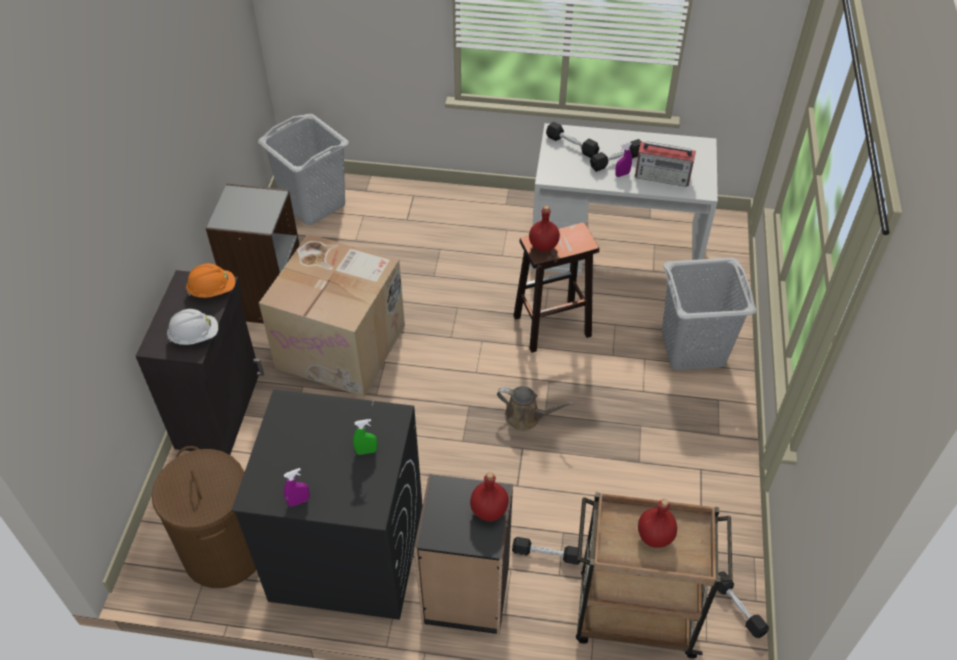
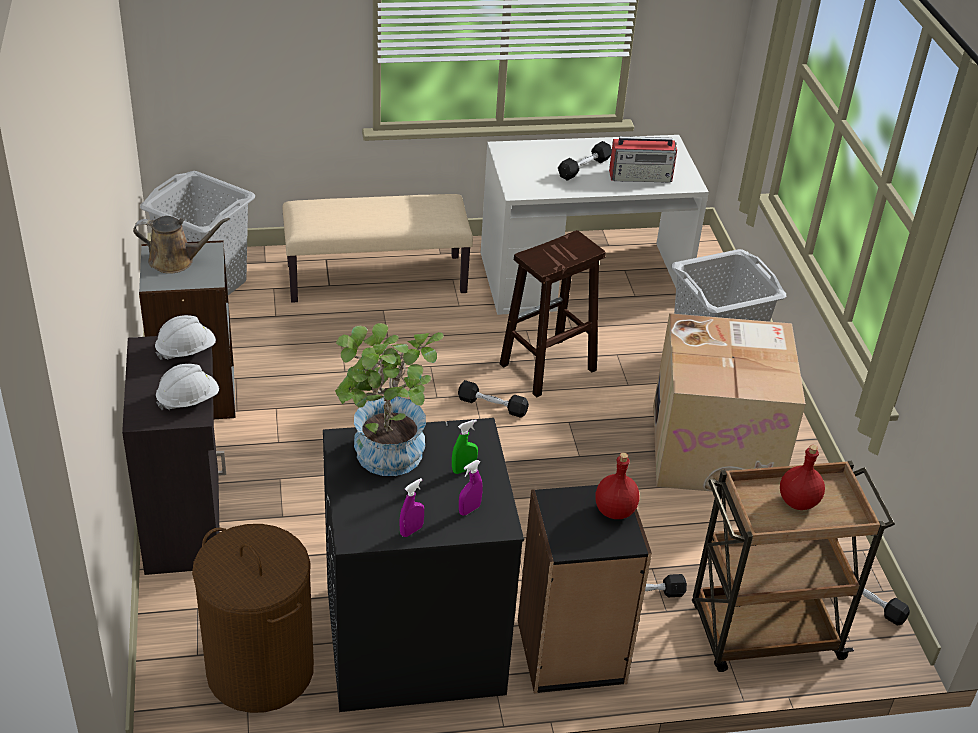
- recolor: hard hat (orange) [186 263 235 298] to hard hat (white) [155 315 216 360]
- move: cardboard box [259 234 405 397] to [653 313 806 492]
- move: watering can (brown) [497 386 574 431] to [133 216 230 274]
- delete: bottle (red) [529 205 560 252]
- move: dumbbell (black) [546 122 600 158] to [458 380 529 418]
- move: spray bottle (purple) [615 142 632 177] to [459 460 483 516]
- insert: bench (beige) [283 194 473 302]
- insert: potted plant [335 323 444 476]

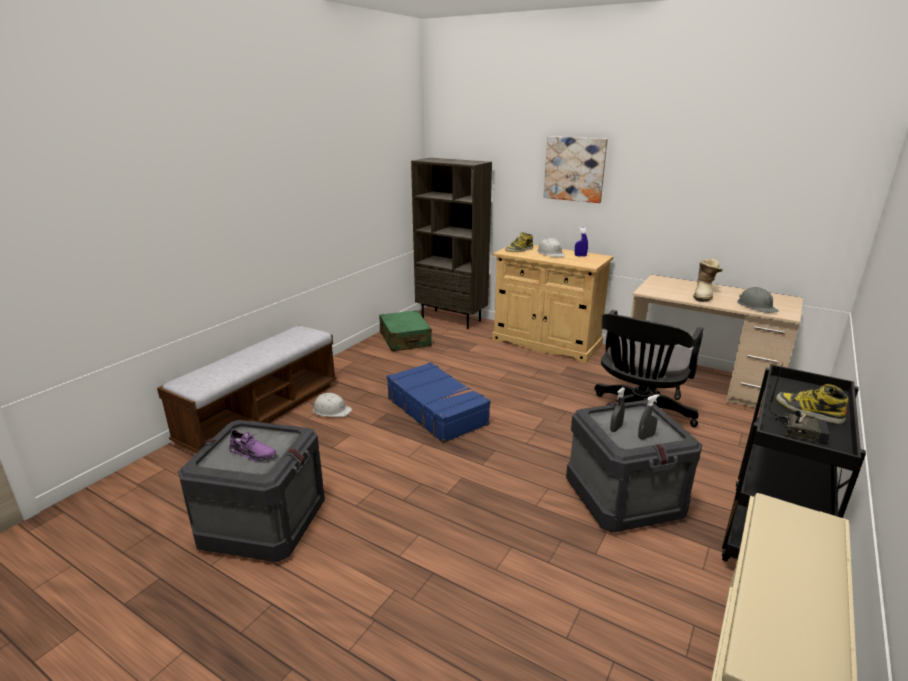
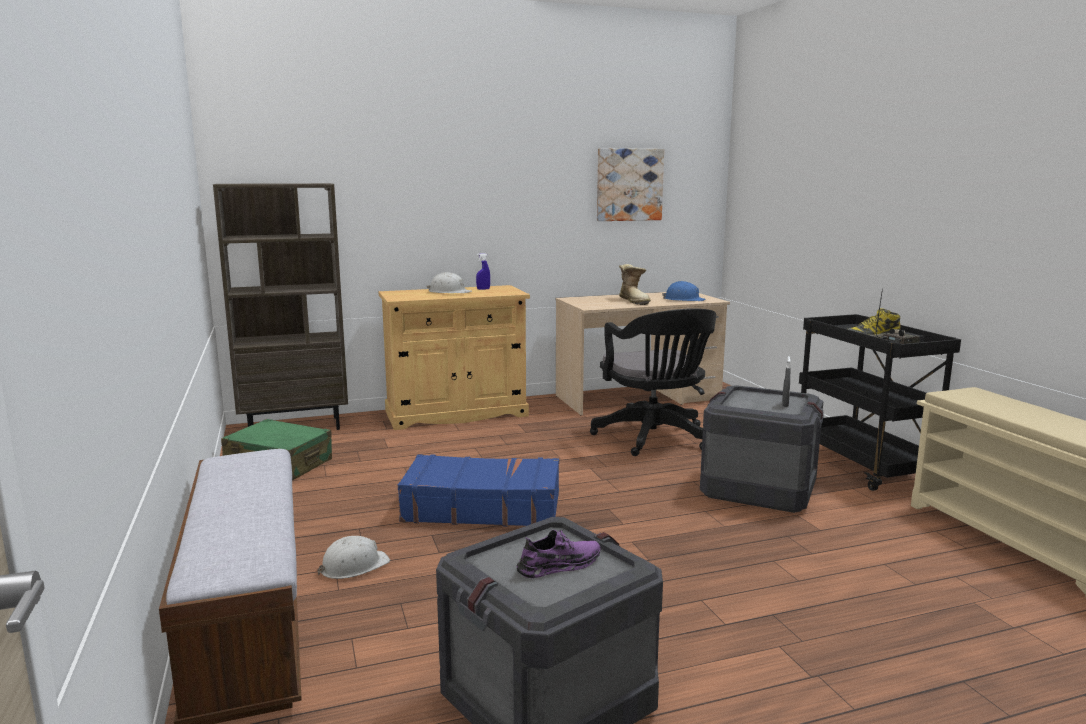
- delete: boot [505 232 533 252]
- move: picture [544 136 608 203] to [597 148 664 221]
- delete: spray bottle (grey) [610 387 625 432]
- recolor: hard hat (grey) [737 287 779 313] to hard hat (blue) [662 281 706 301]

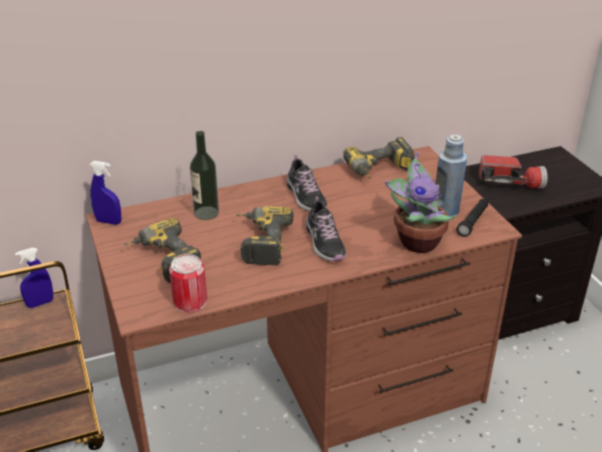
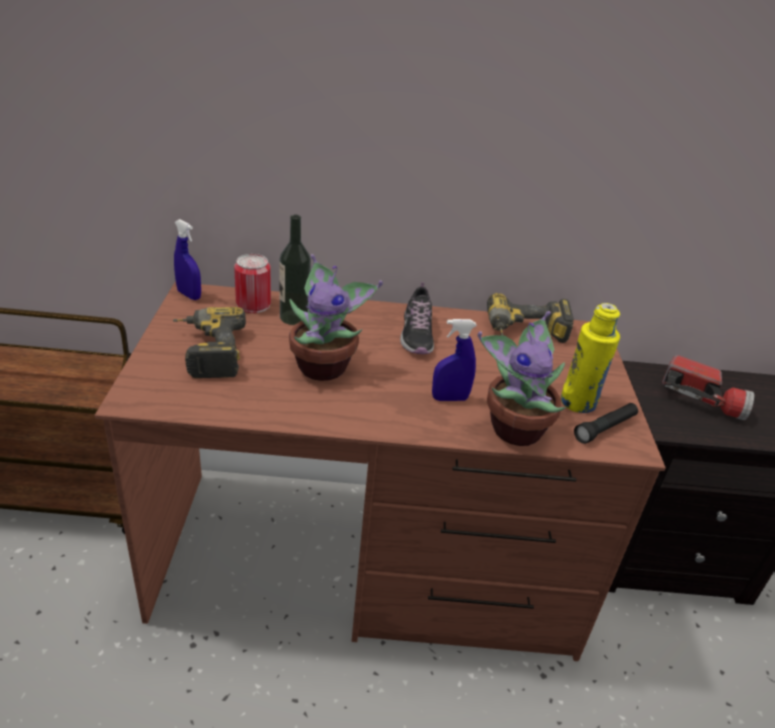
- move: spray bottle (blue) [15 248 53 308] to [432 319 477 401]
- move: can [169 254 207 313] to [234 254 271 313]
- replace: power drill [236 206 294 266] to potted plant [289 254 383 381]
- delete: shoe [306 196 346 261]
- recolor: bottle (blue) [435 134 467 216] to bottle (yellow) [561 303 620 413]

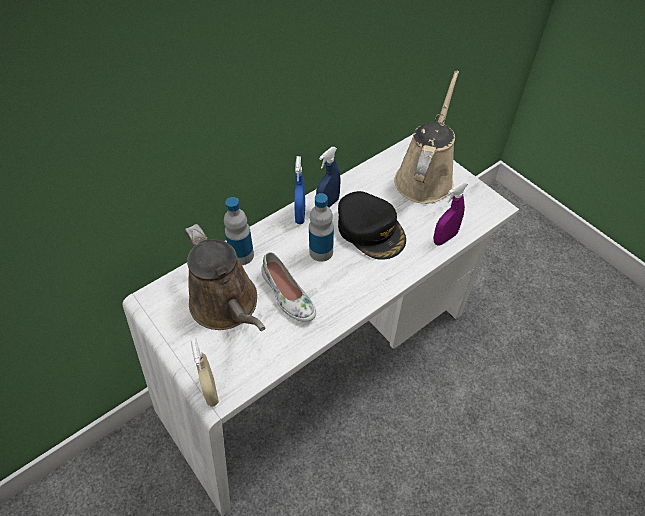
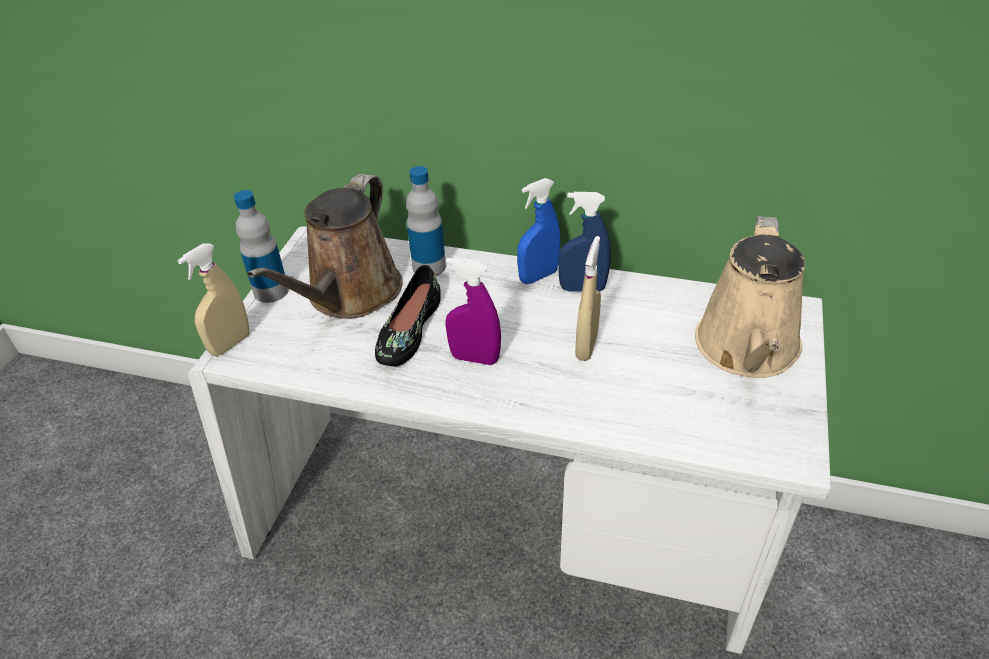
- recolor: shoe (white) [262 252 316 322] to shoe (black) [375 265 441 367]
- move: bottle [309 193 334 262] to [234 190 289 303]
- replace: cap (black) [338 191 406 260] to spray bottle (beige) [575 236 601 361]
- rotate: watering can (beige) [394 70 459 204] = [695 216 805 378] 120 degrees clockwise
- move: spray bottle (purple) [433 182 468 245] to [445 257 501 365]

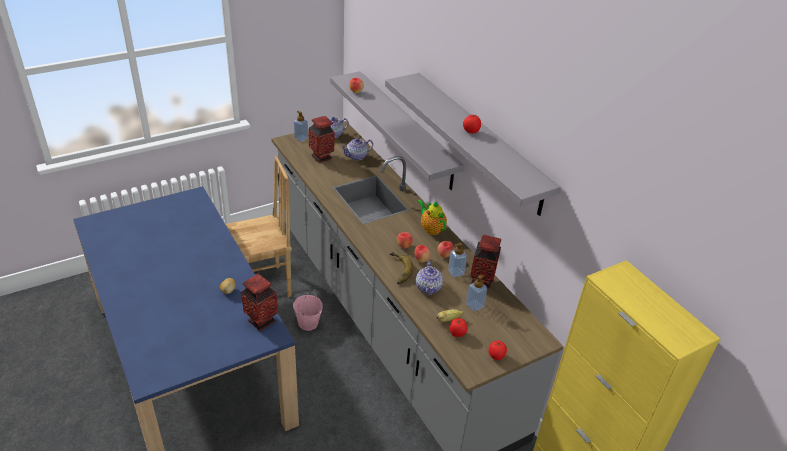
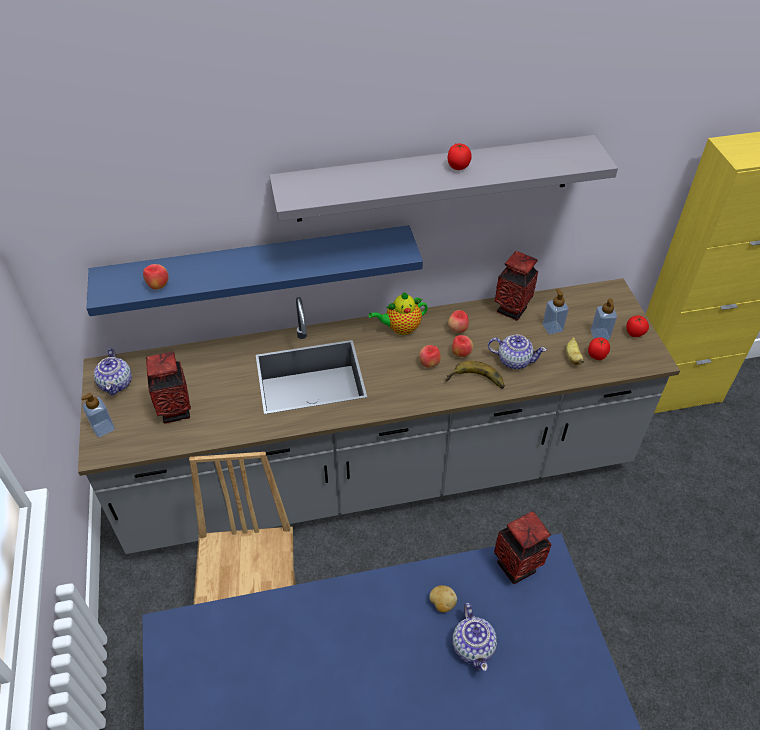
- delete: bucket (pink) [293 292 323 331]
- recolor: shelf (grey) [330 71 464 190] to shelf (blue) [87 225 423 316]
- move: teapot [341 138 373 161] to [453 603 497 671]
- move: soap dispenser [448 243 467 277] to [591 298 617 340]

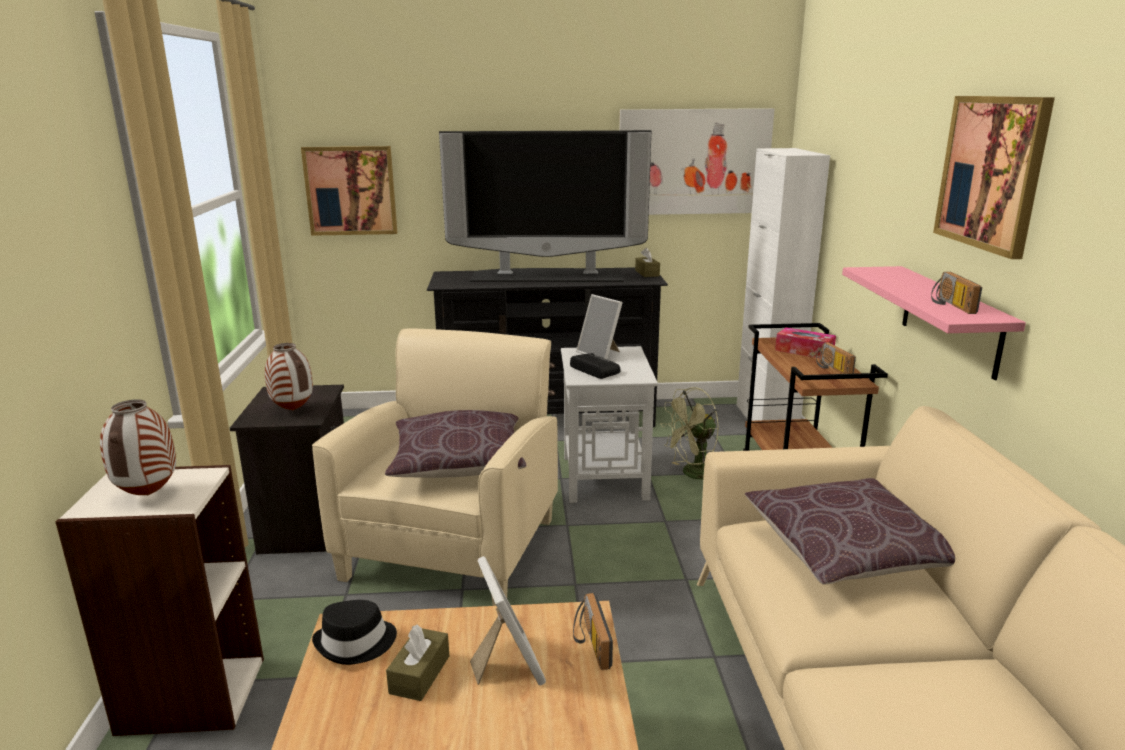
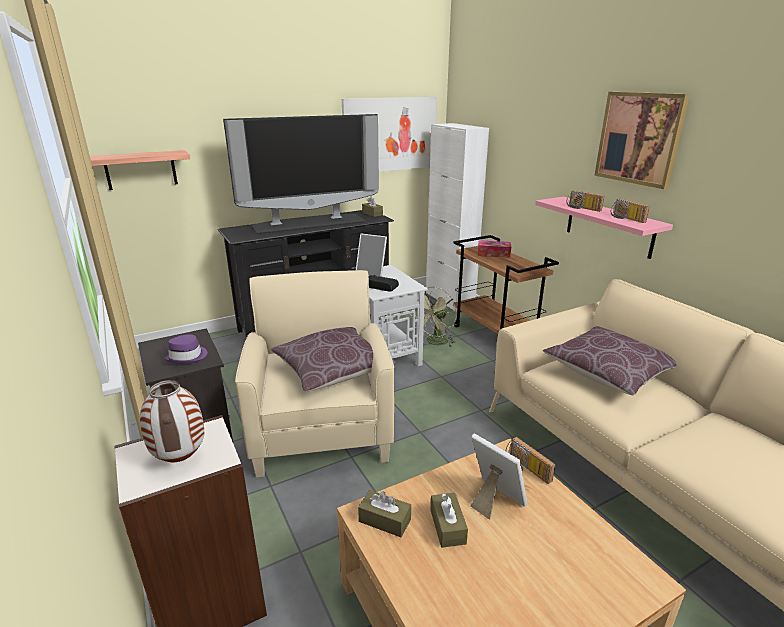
- replace: vase [265 343 313 410] to hat (purple) [164 334 207 364]
- replace: picture [301 146 397 236] to shelf [90 150 190 190]
- replace: hat (black) [312 600 397 665] to tissue box (brown) [358 490 411 537]
- move: radio [816 342 856 374] to [567 190 604 212]

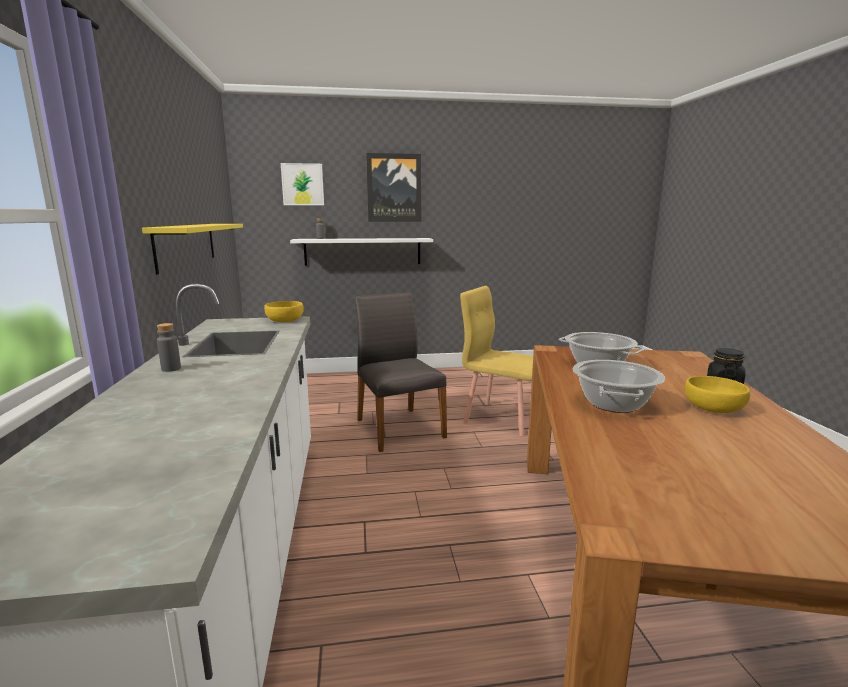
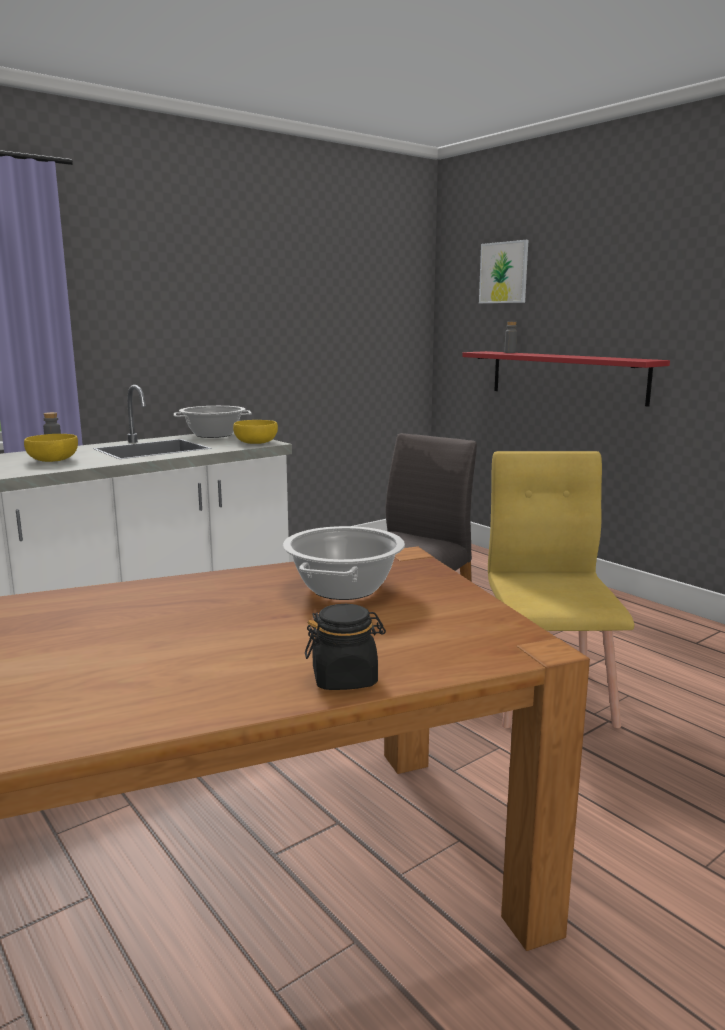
- delete: shelf (yellow) [142 224 243 274]
- recolor: shelf (white) [290 238 433 266] to shelf (red) [462 351 670 407]
- delete: picture [366 153 421 222]
- move: cooking pot [573 360 665 413] to [174 406 252 438]
- move: bowl (yellow) [685 376 750 413] to [24 434 78 462]

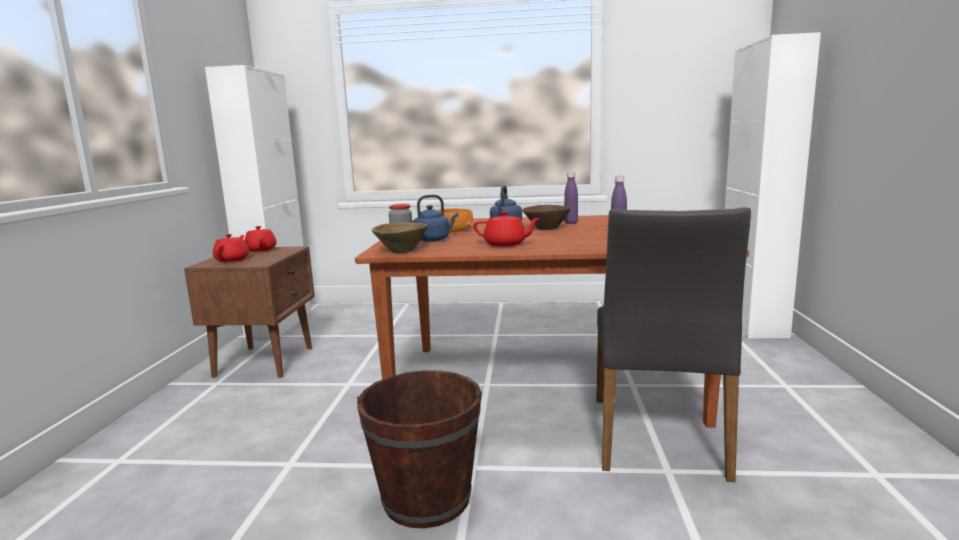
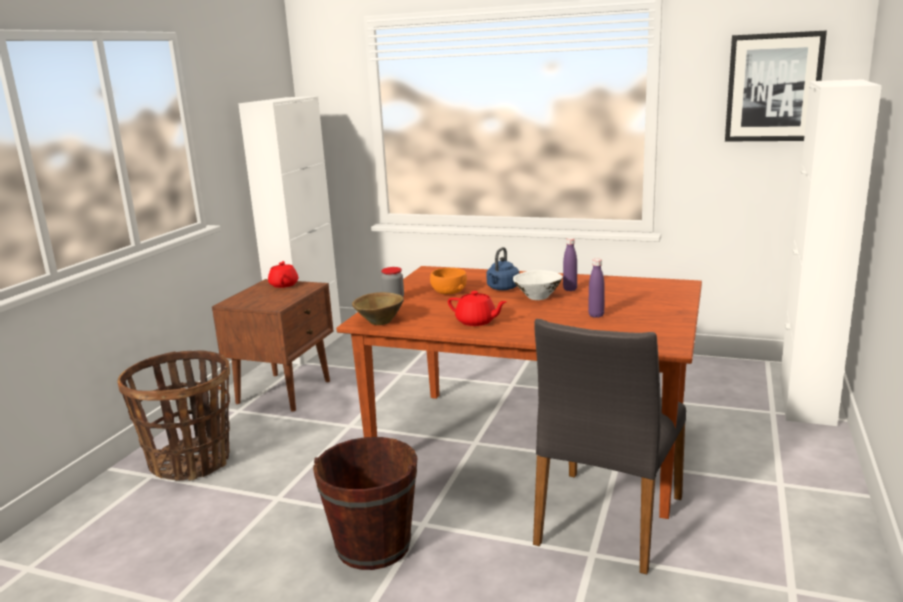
- delete: teapot (red) [213 234 249 262]
- delete: kettle (blue) [413 195 458 242]
- recolor: bowl (brown) [522 205 571 230] to bowl (white) [513 270 563 300]
- insert: basket [117 351 230 481]
- insert: picture [725 30 827 142]

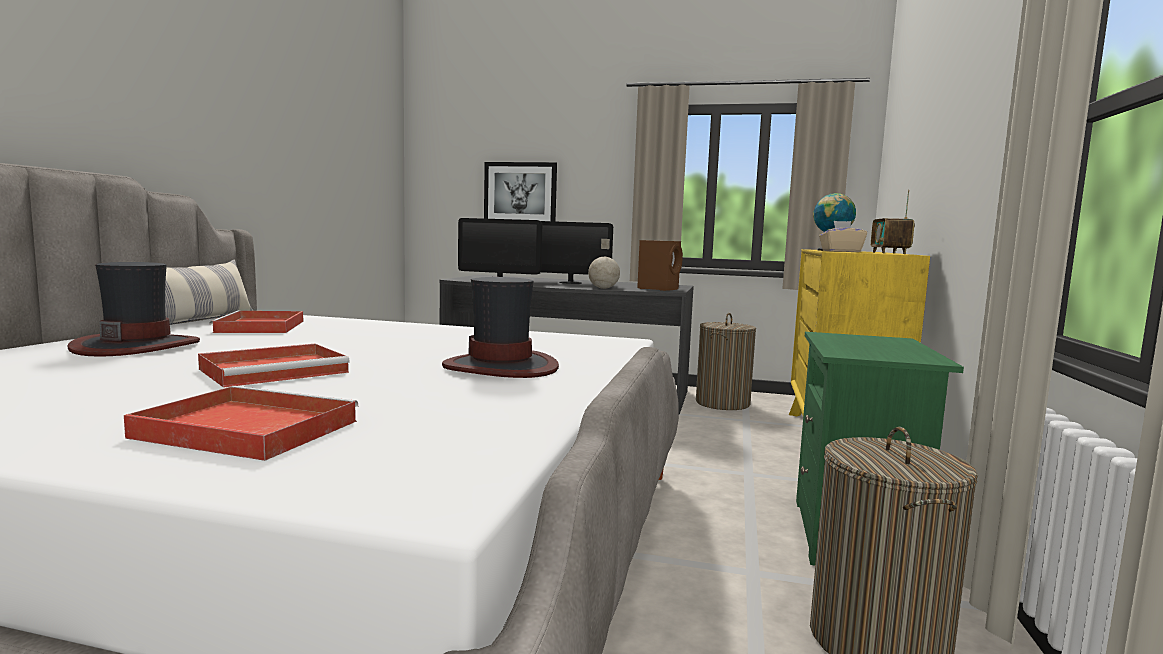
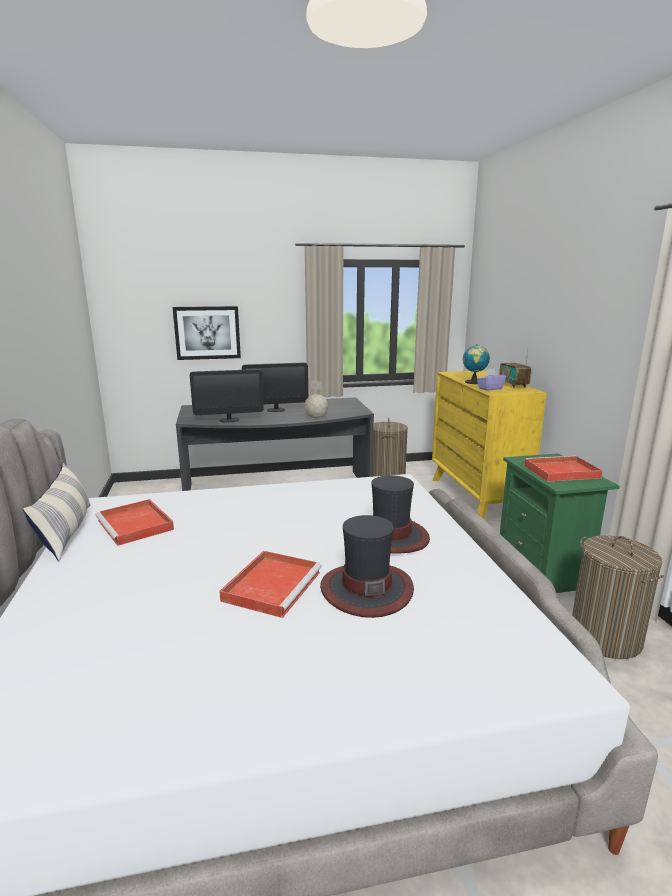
- move: hat [67 262 200 357] to [320 515 414 618]
- move: tray (red) [124 386 359 461] to [524 456 603 482]
- delete: speaker (brown) [637 240 683 291]
- recolor: tissue box (beige) [819 221 867 252] to tissue box (purple) [477 369 506 391]

